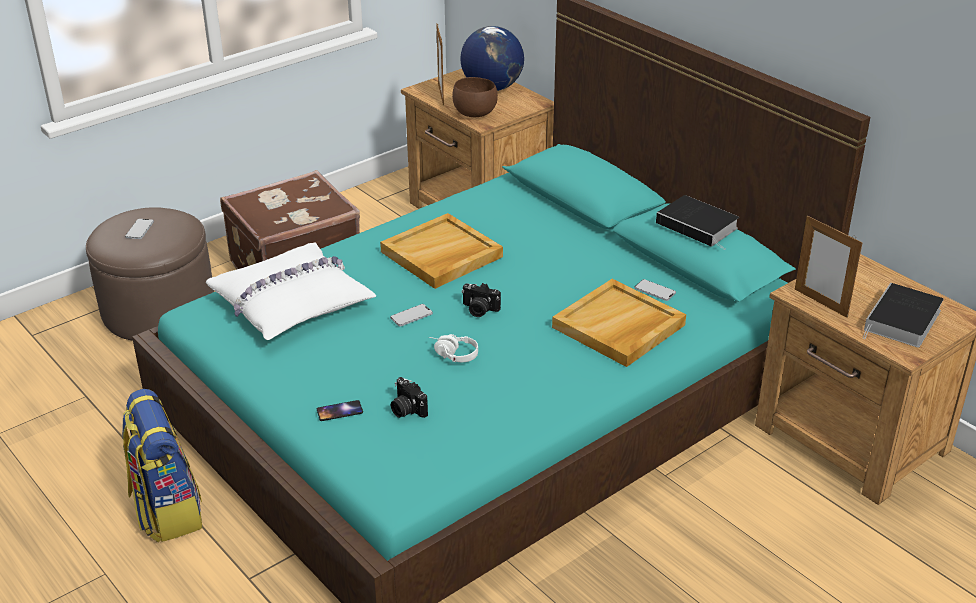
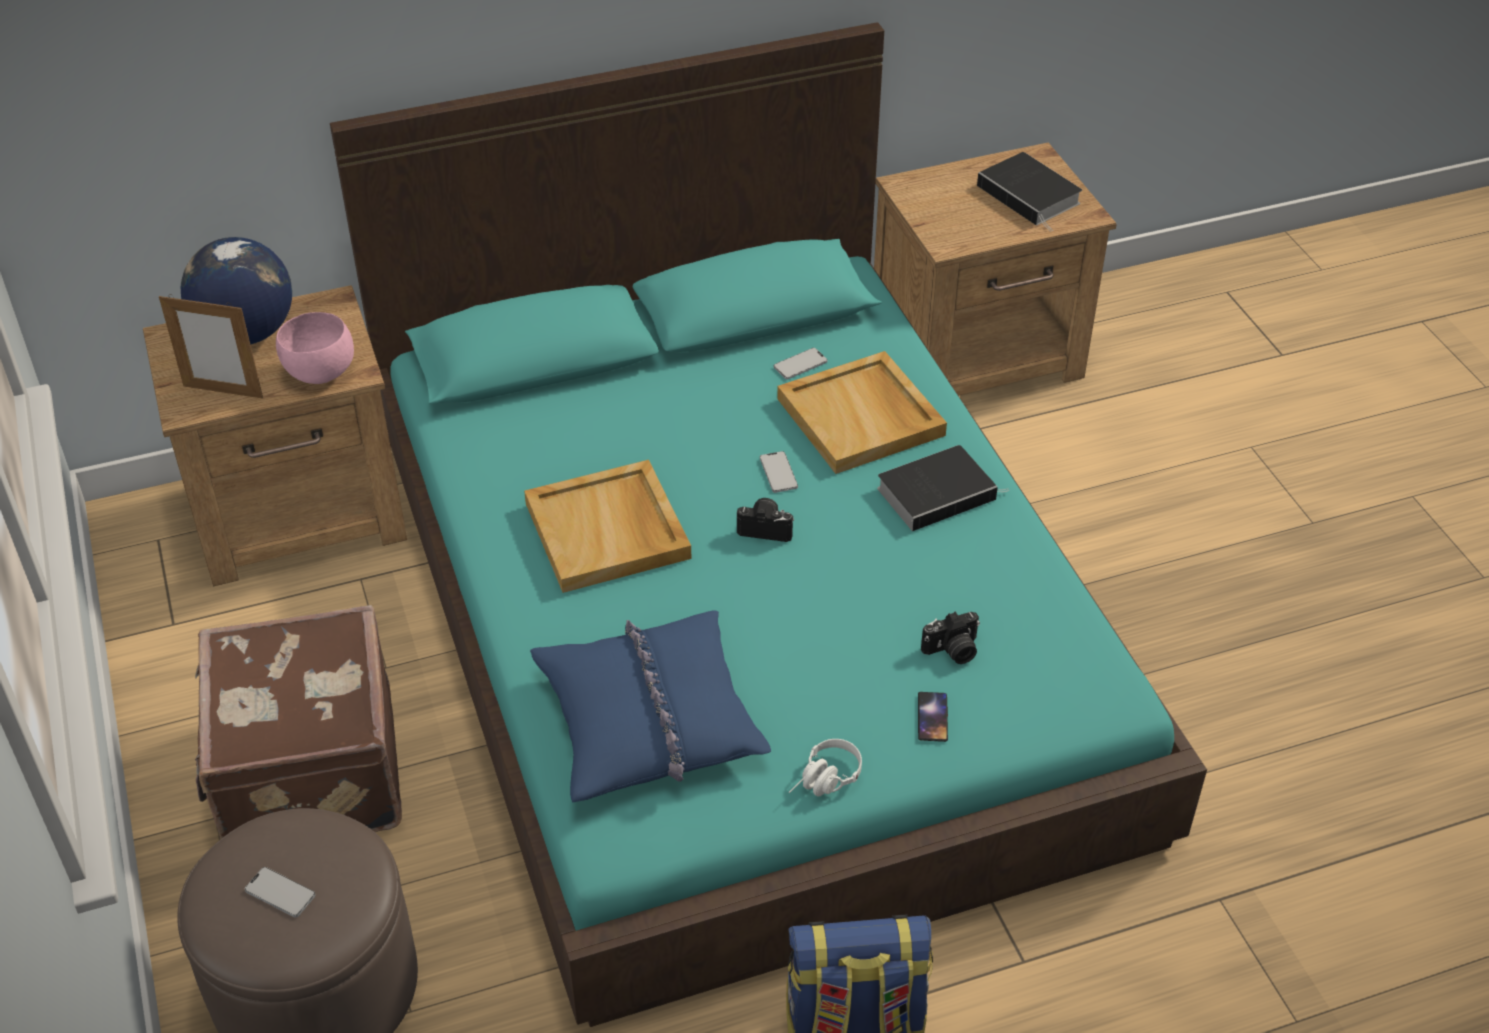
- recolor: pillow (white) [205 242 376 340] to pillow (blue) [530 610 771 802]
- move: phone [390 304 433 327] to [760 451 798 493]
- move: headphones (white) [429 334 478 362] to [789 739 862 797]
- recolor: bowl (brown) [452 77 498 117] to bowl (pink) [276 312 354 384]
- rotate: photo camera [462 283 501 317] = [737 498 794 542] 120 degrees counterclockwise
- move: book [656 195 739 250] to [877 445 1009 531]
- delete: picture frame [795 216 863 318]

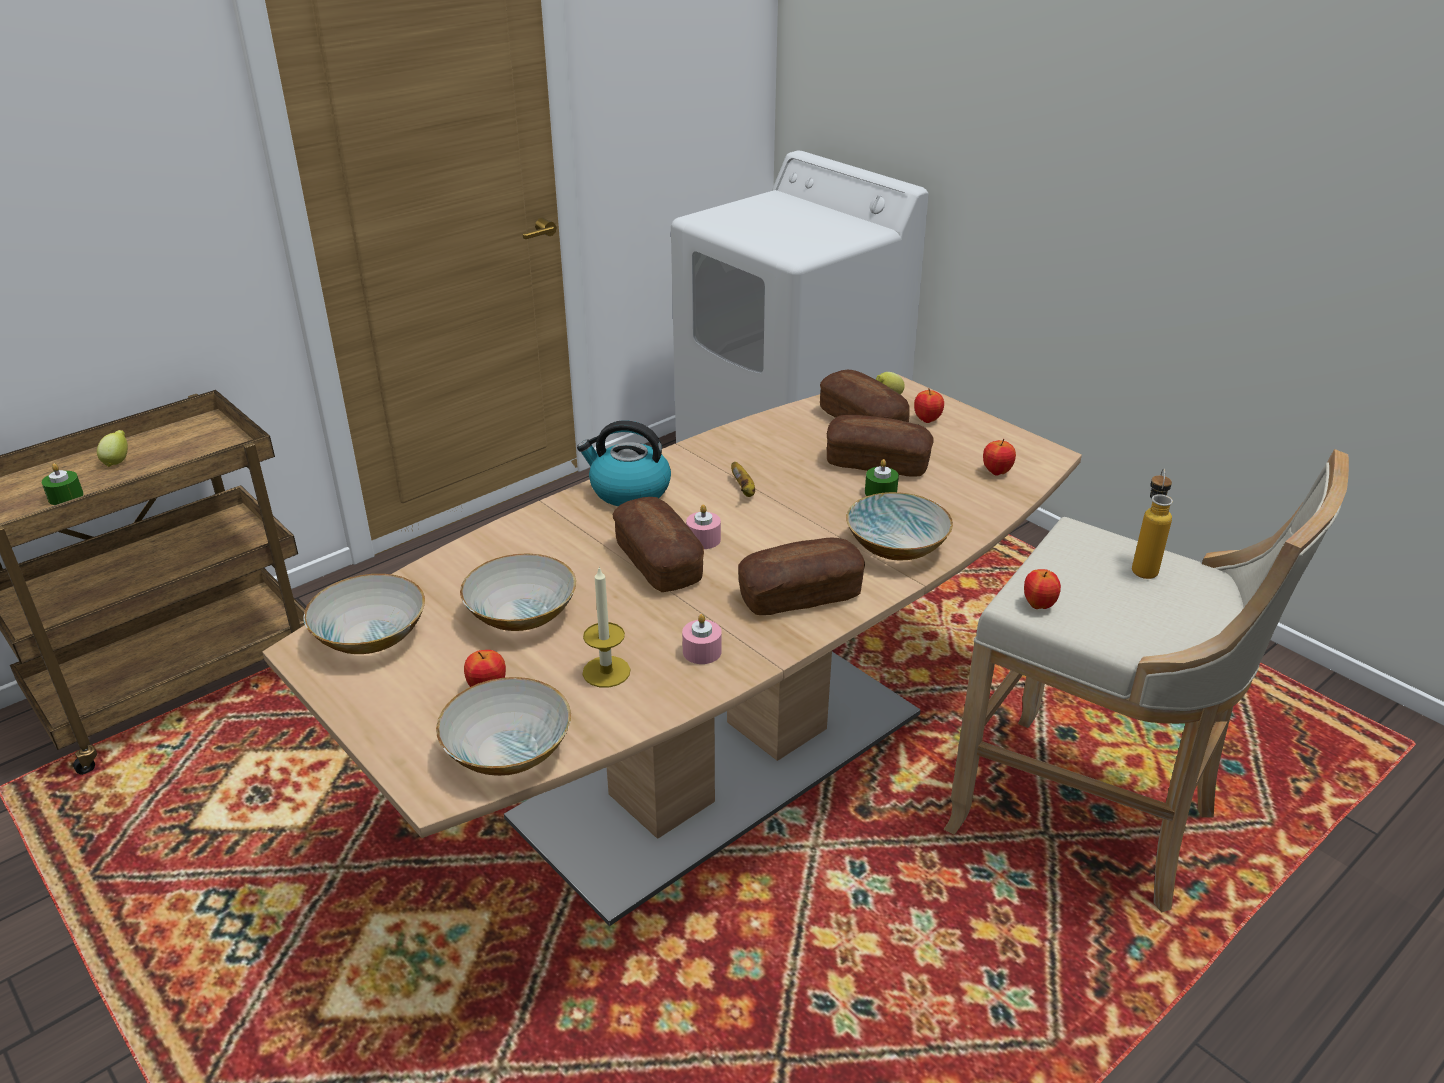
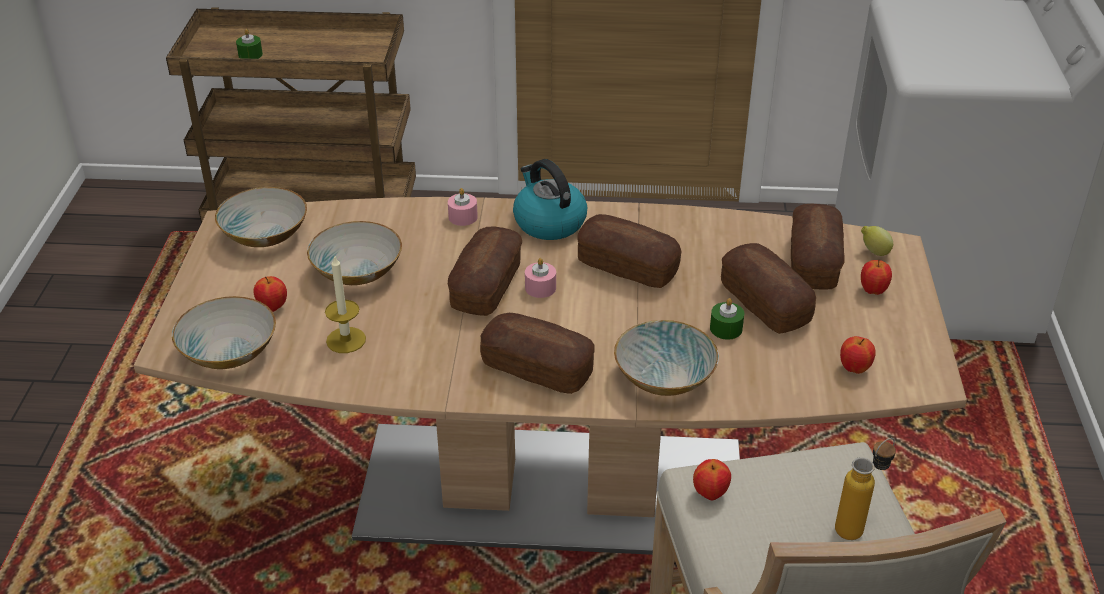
- delete: lemon [97 430 128 467]
- move: candle (pink) [682 614 722 664] to [448 188 478 226]
- replace: banana [731 462 755 497] to bread [577 214 682 288]

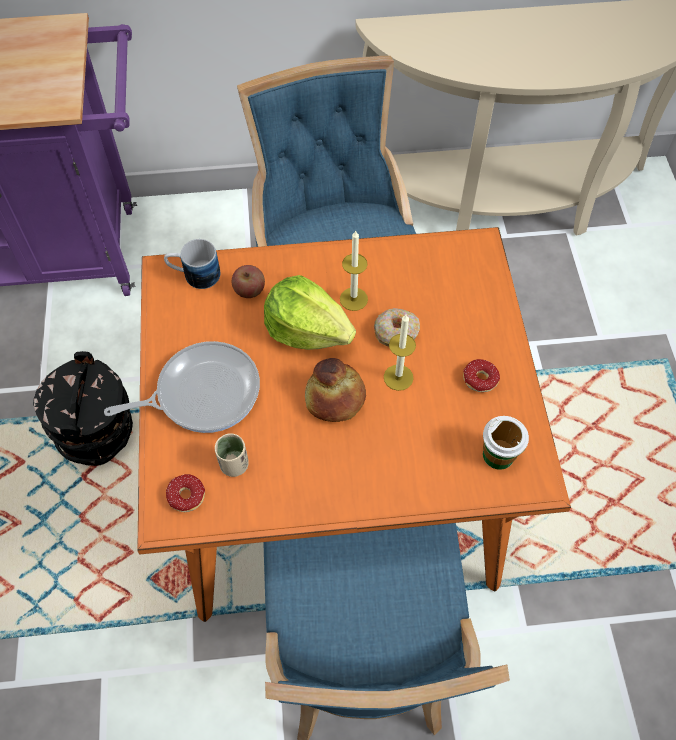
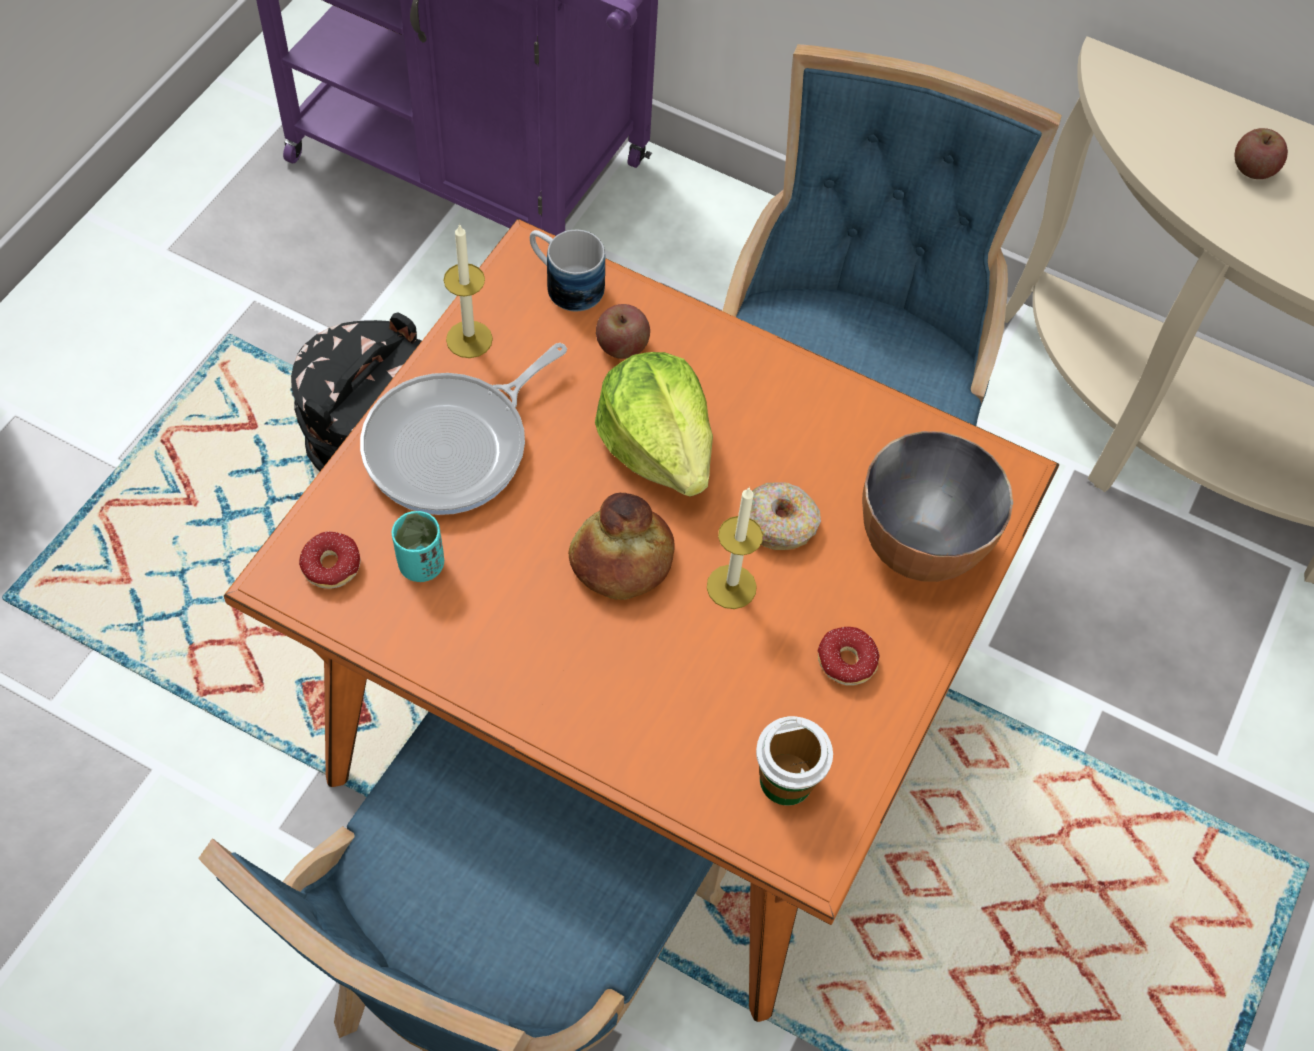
- rotate: frying pan [104 341 260 433] = [360 343 567 515] 120 degrees clockwise
- recolor: cup (beige) [215 434 249 477] to cup (turquoise) [392 511 444 582]
- move: candle [340 231 368 311] to [443 224 493 358]
- insert: bowl [862 431 1013 582]
- insert: apple [1234 128 1288 179]

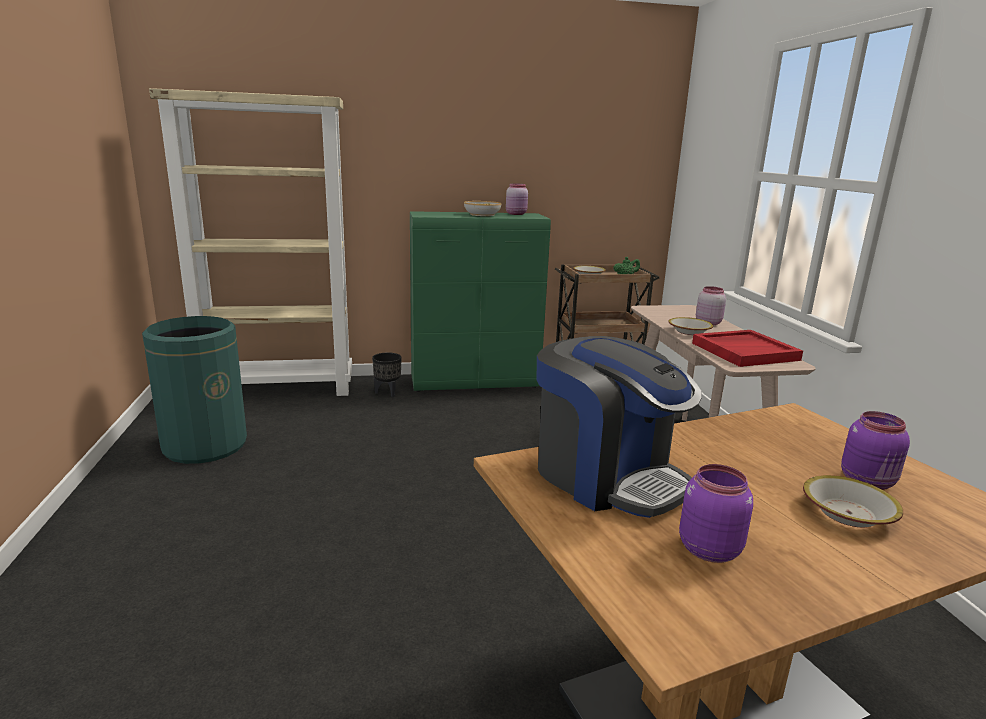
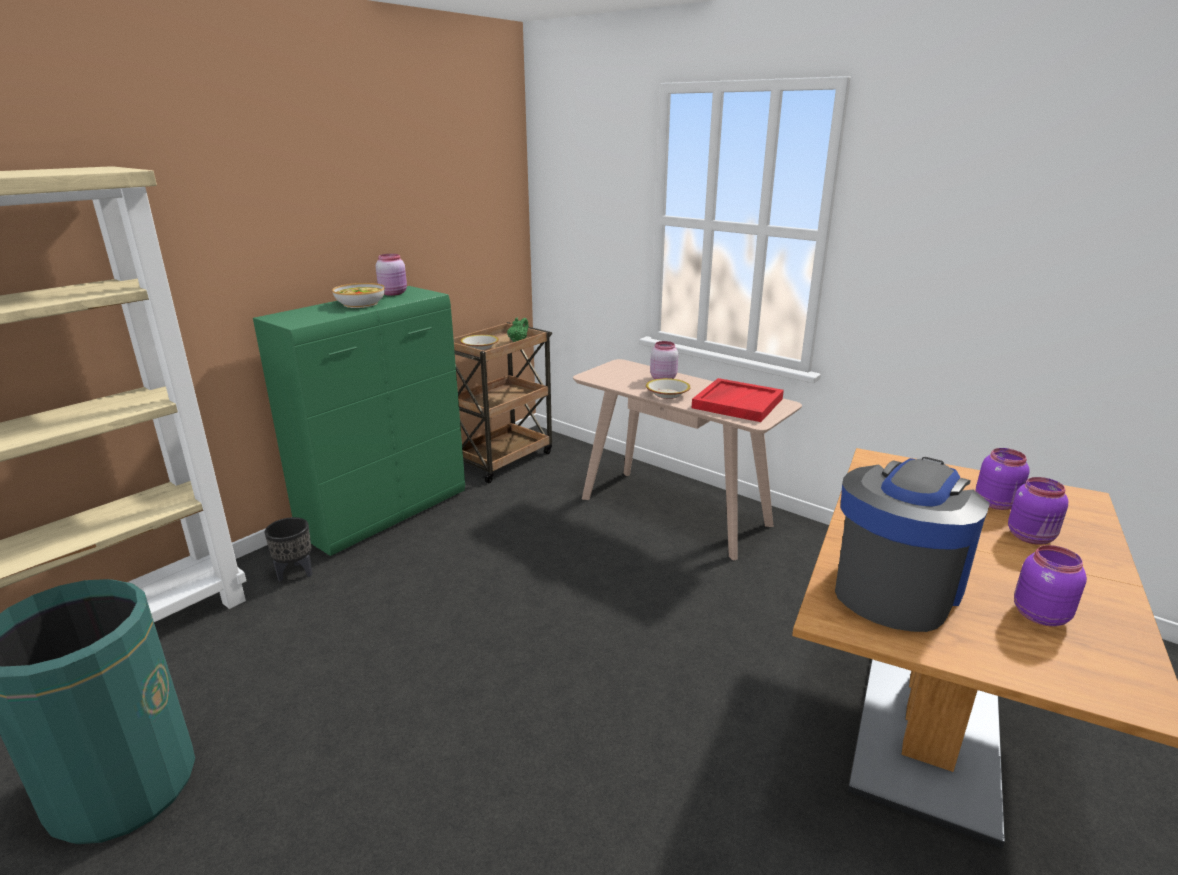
- rotate: coffee machine [536 336 702 518] = [835 457 990 632] 60 degrees counterclockwise
- replace: bowl [803 475 903 527] to jar (purple) [1008 477 1068 545]

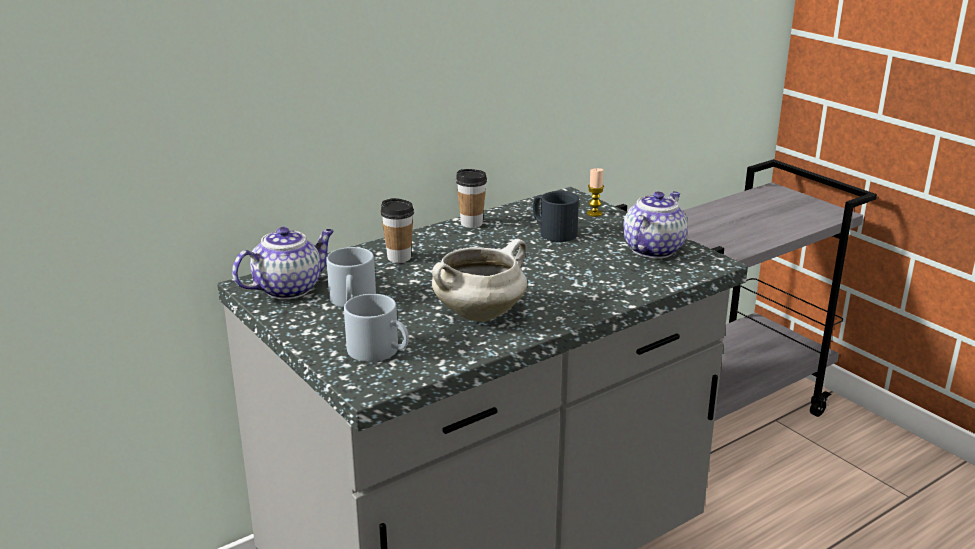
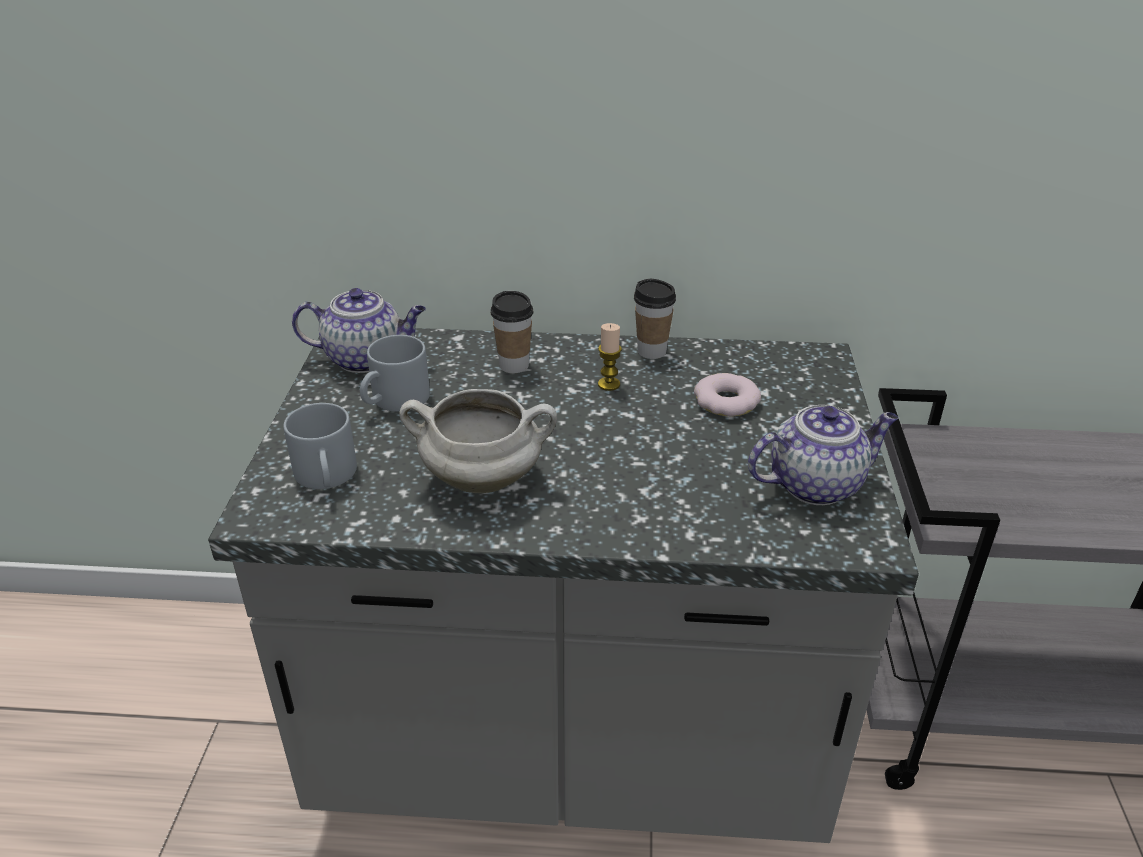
- replace: mug (black) [533 191 579 242] to donut [694 373 761 416]
- move: candle [587 168 604 217] to [598 323 622 391]

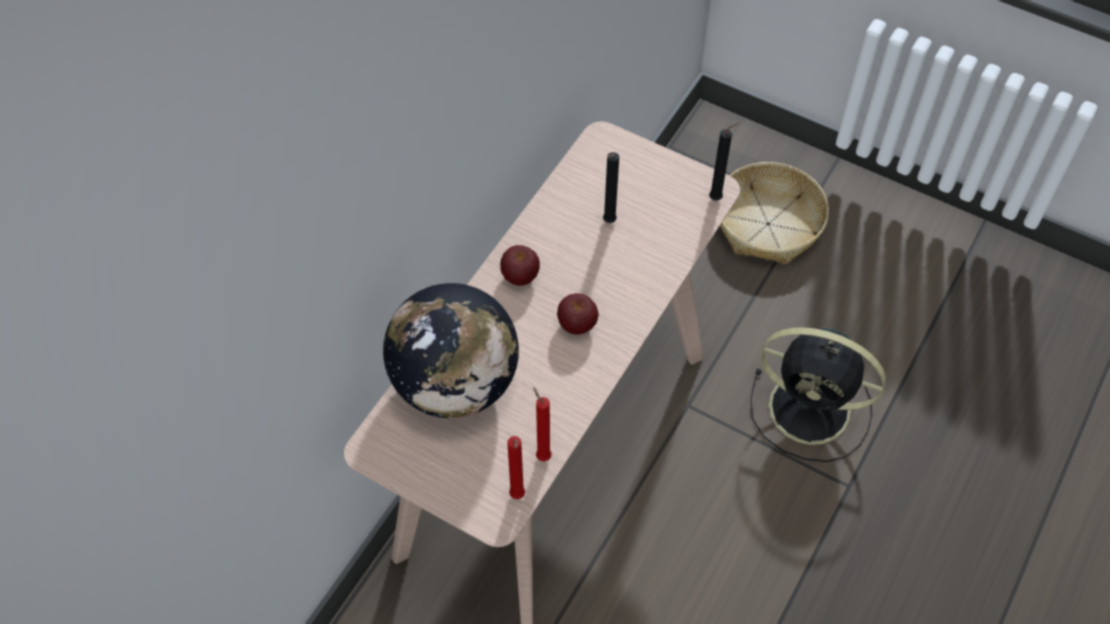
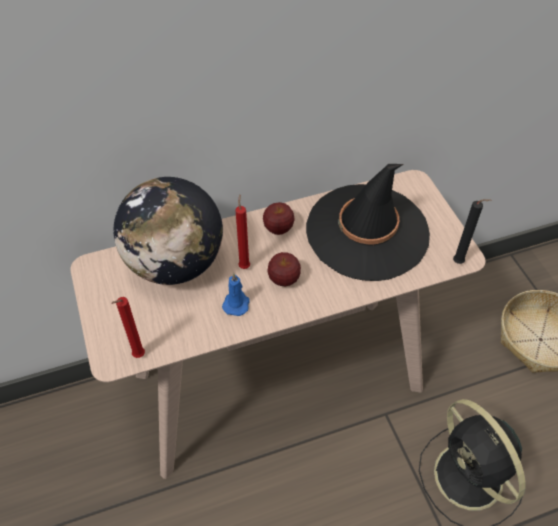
- move: candle (red) [533 387 552 461] to [235 195 250 269]
- replace: candle (black) [603 152 619 223] to hat (black) [306 164 430 281]
- insert: candle (blue) [222 273 250 316]

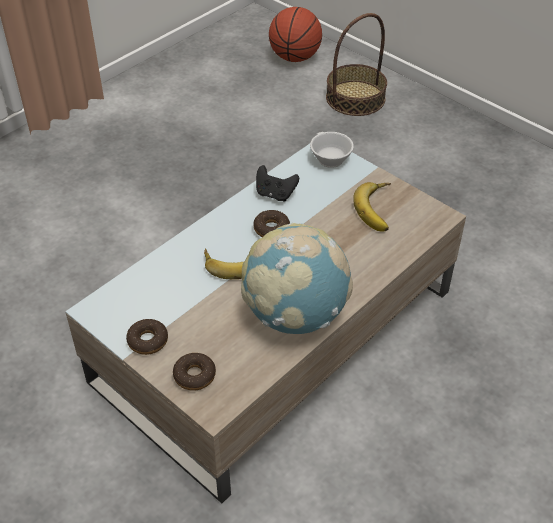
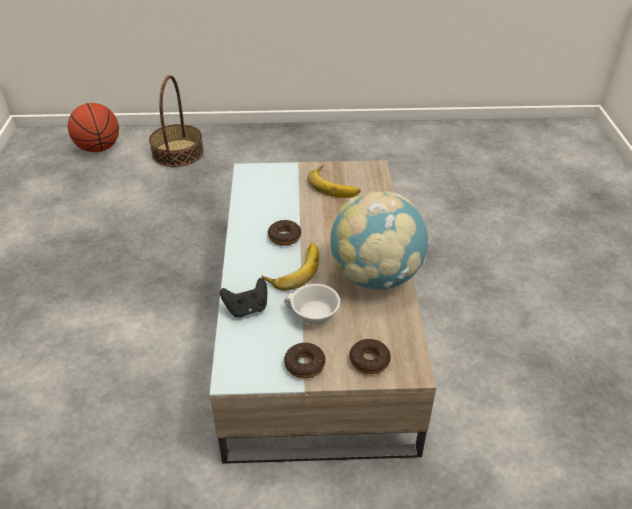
- move: game controller (black) [256 165 299 202] to [220 278 267 317]
- move: cup (white) [310 132 354 168] to [284 284 340 326]

